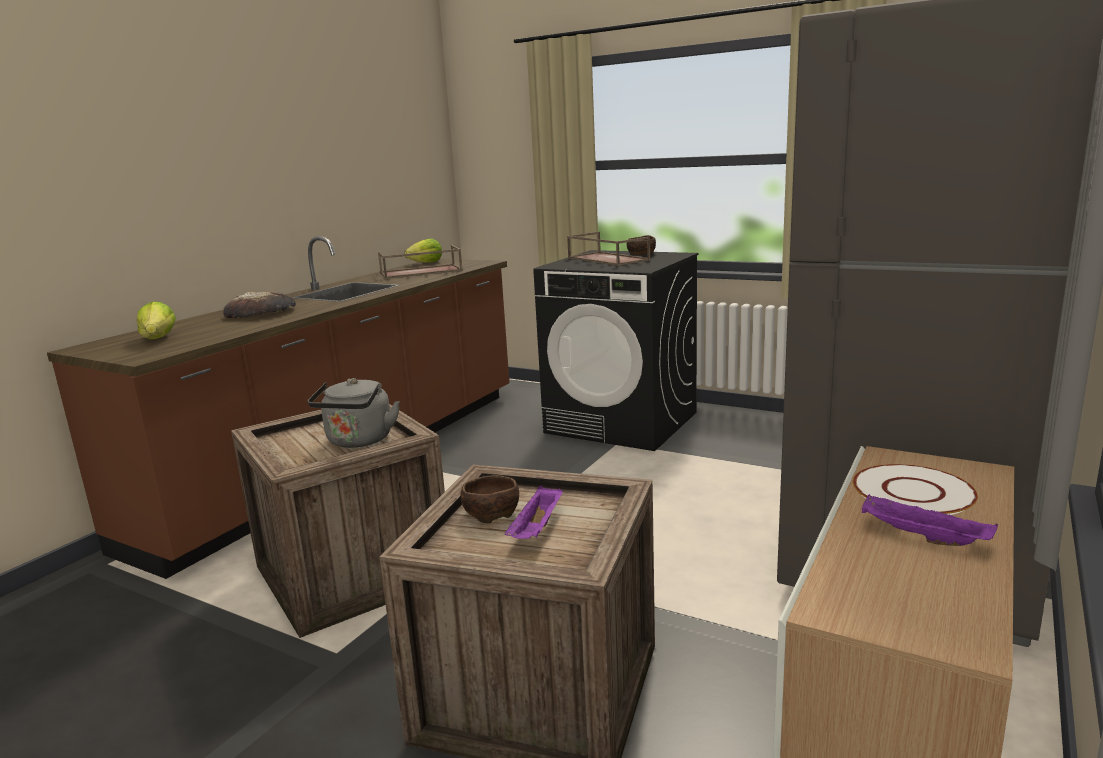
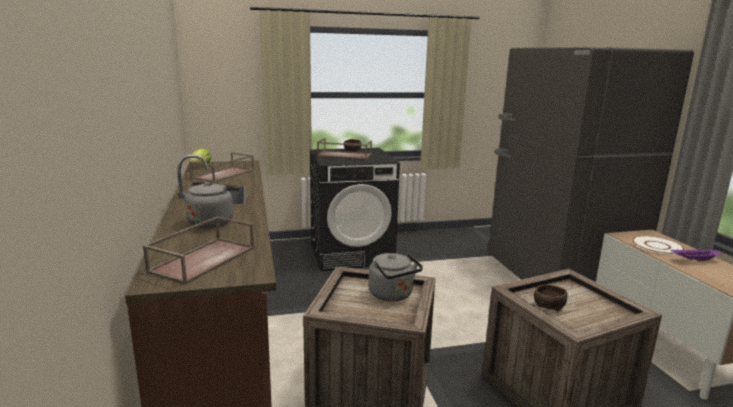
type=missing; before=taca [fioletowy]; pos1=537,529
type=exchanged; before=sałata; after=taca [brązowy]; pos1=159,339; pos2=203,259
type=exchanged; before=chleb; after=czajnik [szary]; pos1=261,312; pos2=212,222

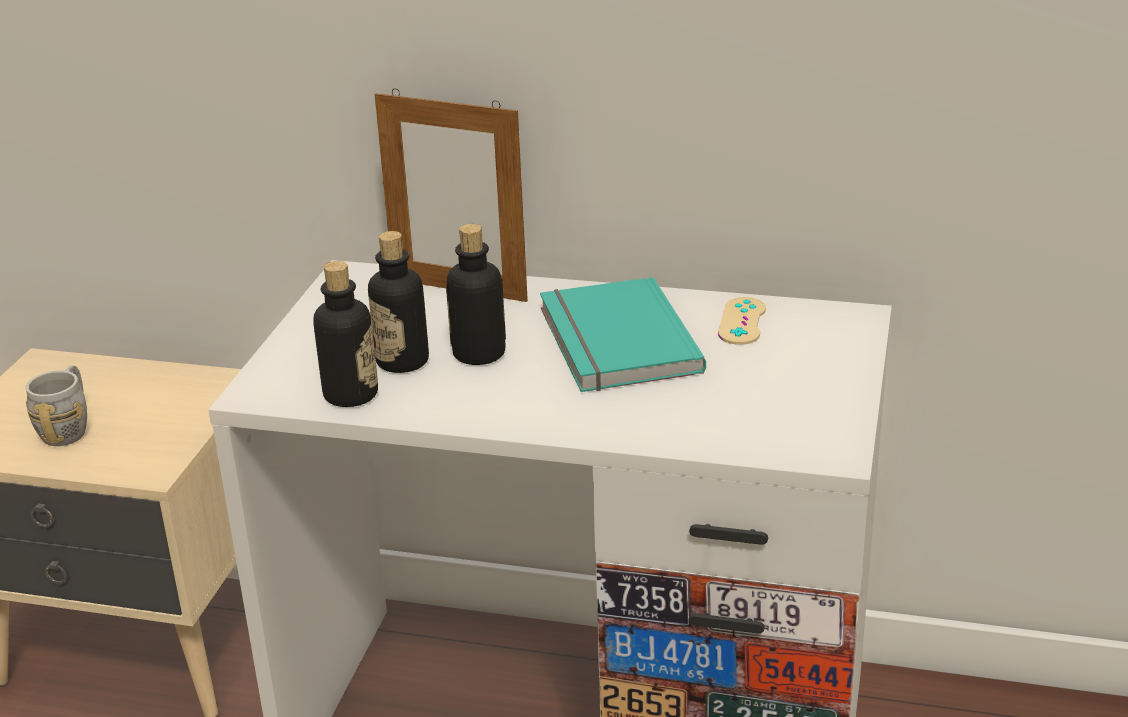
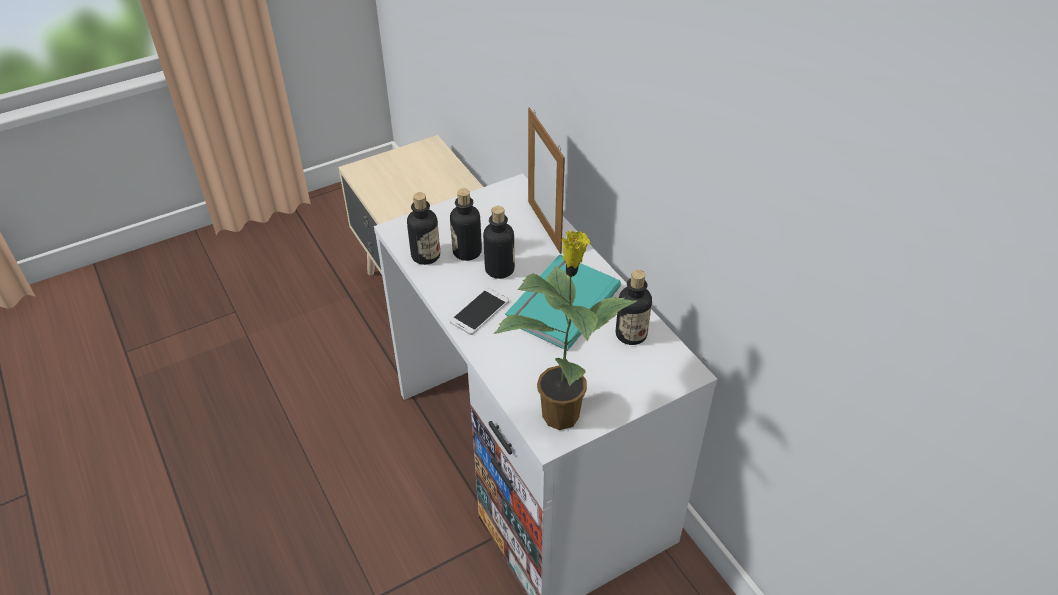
type=missing; before=kubek [szary]; pos1=69,428
type=appeared; after=telefon; pos2=479,311
type=appeared; after=roślina doniczkowa; pos2=562,413
type=exchanged; before=pad do gier [beżowy]; after=butelka; pos1=742,321; pos2=631,334

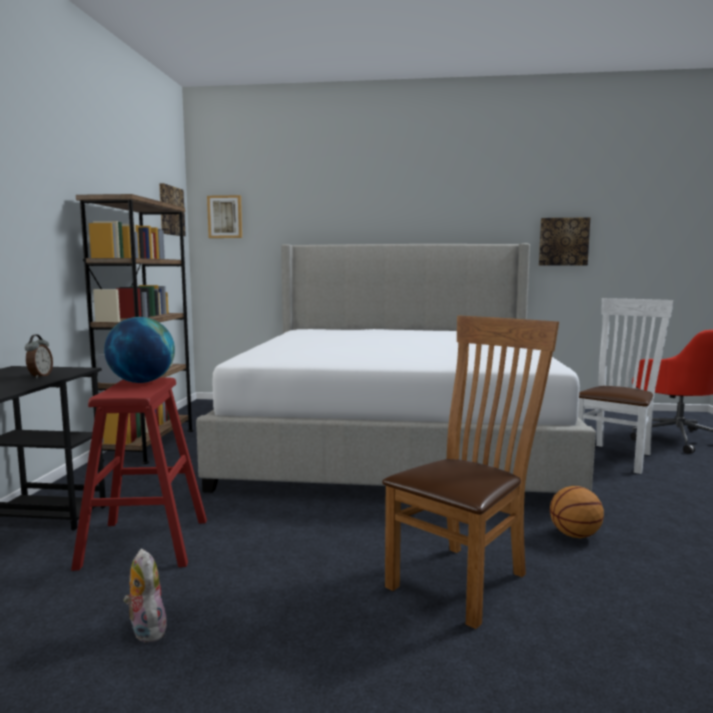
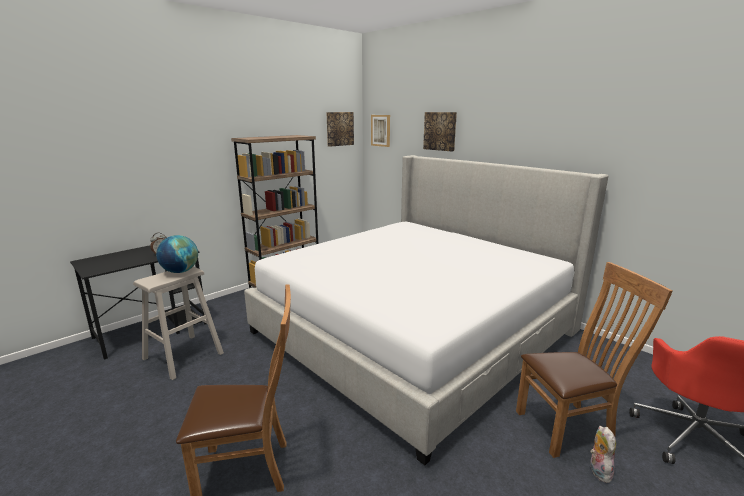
type=missing; before=piłka do koszykówki; pos1=574,535
type=relocated; before=pluszak; pos1=145,630; pos2=598,470
type=relocated; before=obraz; pos1=563,241; pos2=440,131
type=colour; before=stołek [czerwony]; after=stołek [beżowy]; pos1=145,543; pos2=183,356
type=colour; before=krzesło [biały]; after=krzesło [brązowy]; pos1=616,456; pos2=569,426

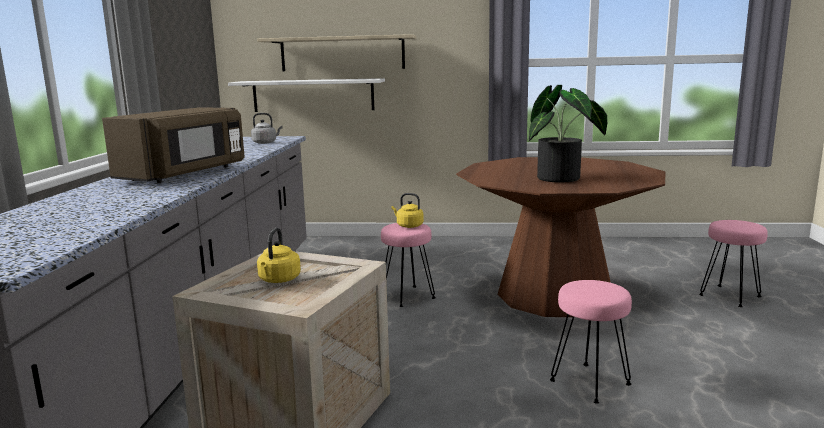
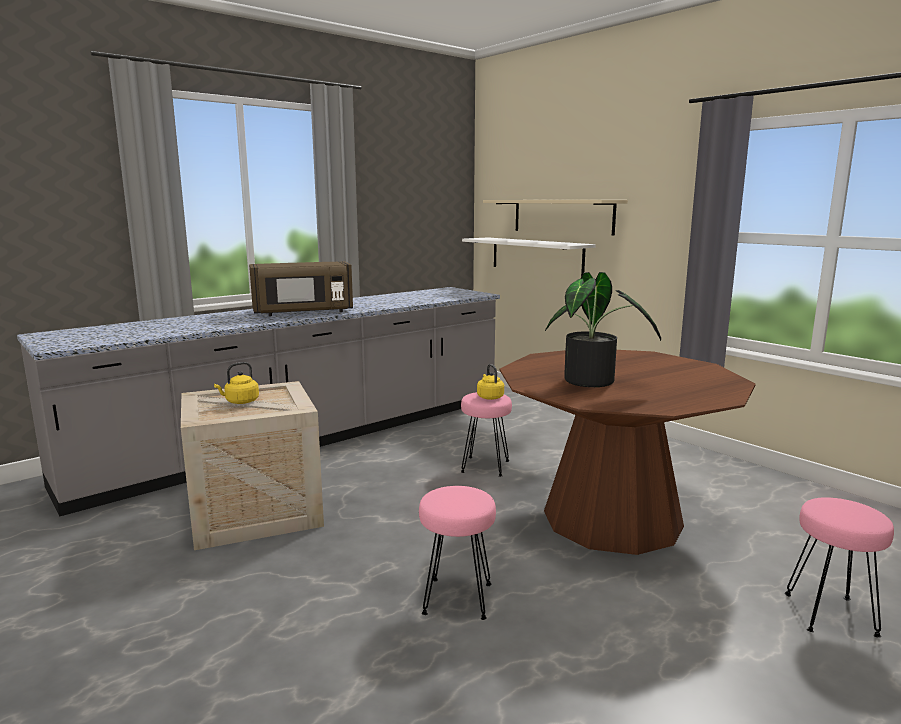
type=missing; before=czajnik [szary]; pos1=265,142

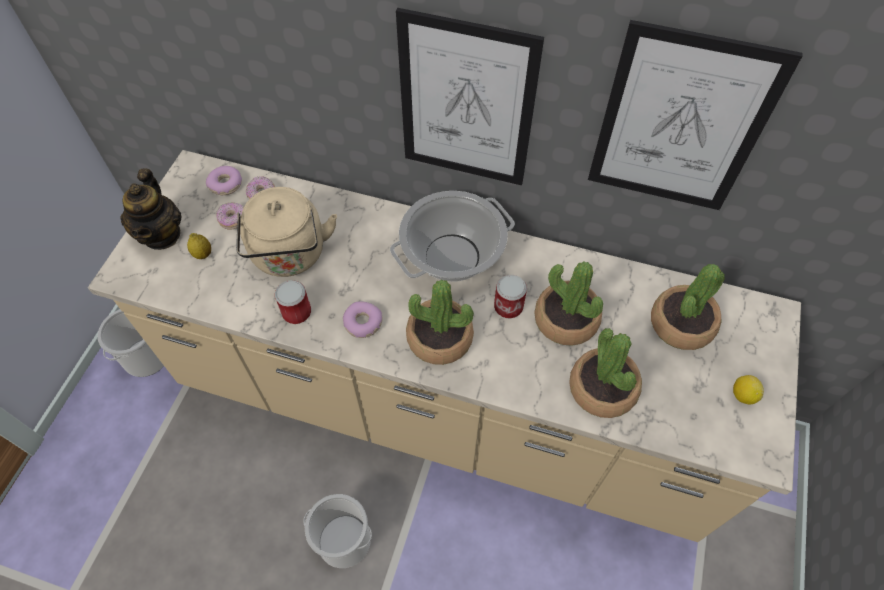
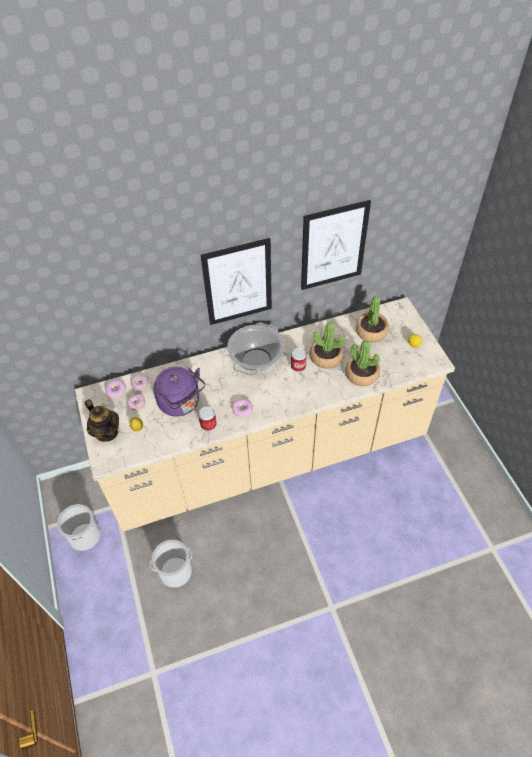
type=missing; before=roślina doniczkowa; pos1=439,338
type=relocated; before=wiadro; pos1=345,540; pos2=176,571
type=colour; before=czajnik [beżowy]; after=czajnik [fioletowy]; pos1=290,256; pos2=181,403

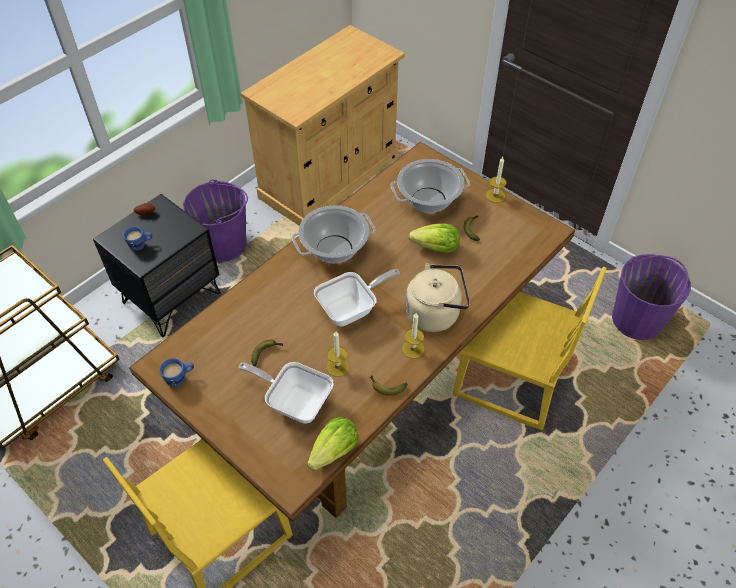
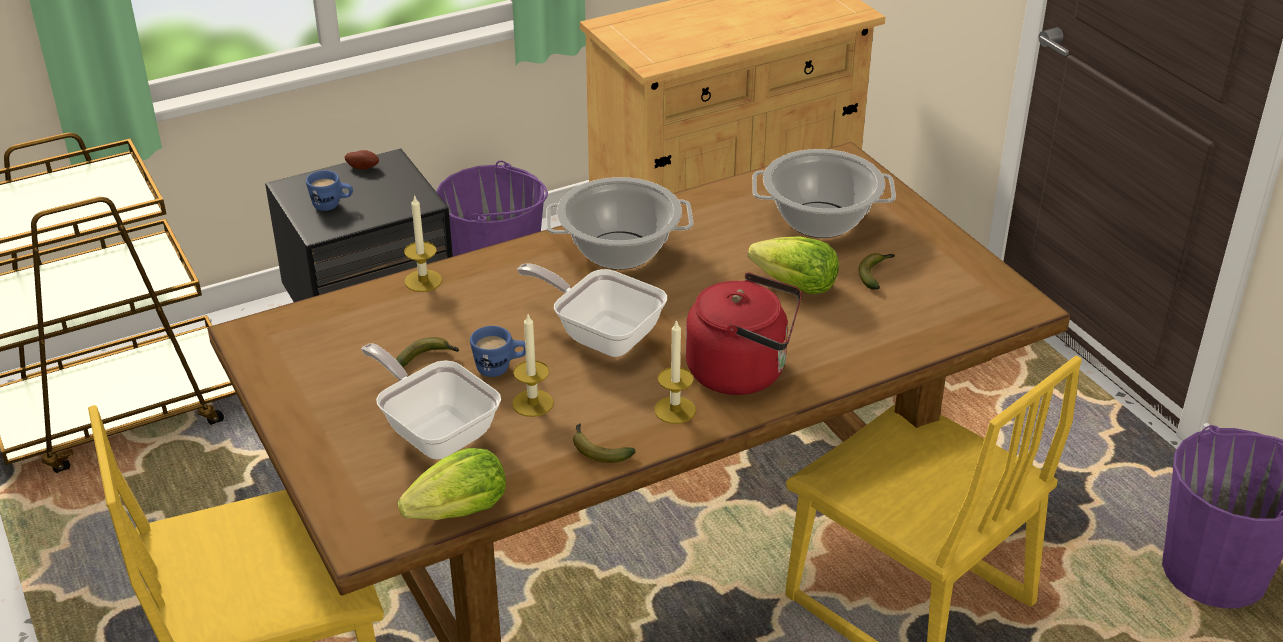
type=relocated; before=kubek [niebieski]; pos1=180,378; pos2=500,368
type=relocated; before=świeca; pos1=495,196; pos2=423,281
type=colour; before=czajnik [beżowy]; after=czajnik [czerwony]; pos1=435,313; pos2=743,372
type=spun; before=patelnia; pos1=352,309; pos2=601,334; turn=-135

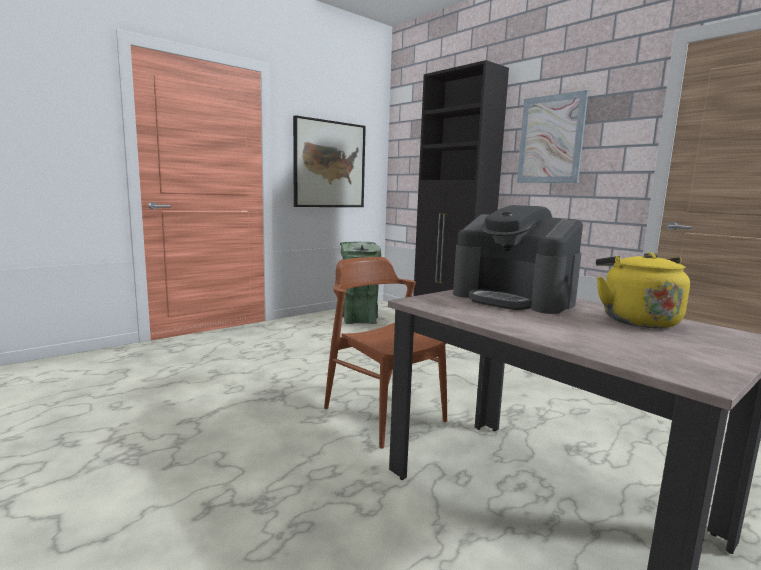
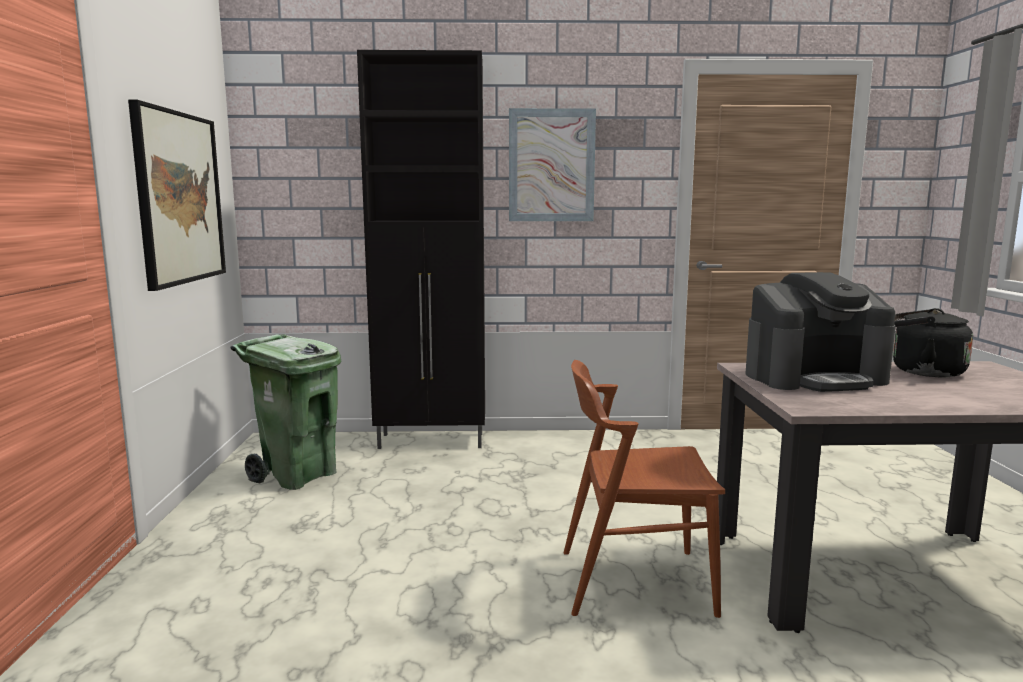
type=colour; before=czajnik [żółty]; after=czajnik [czarny]; pos1=635,320; pos2=922,372

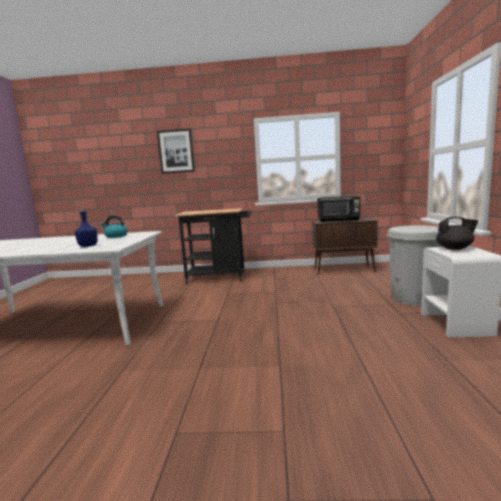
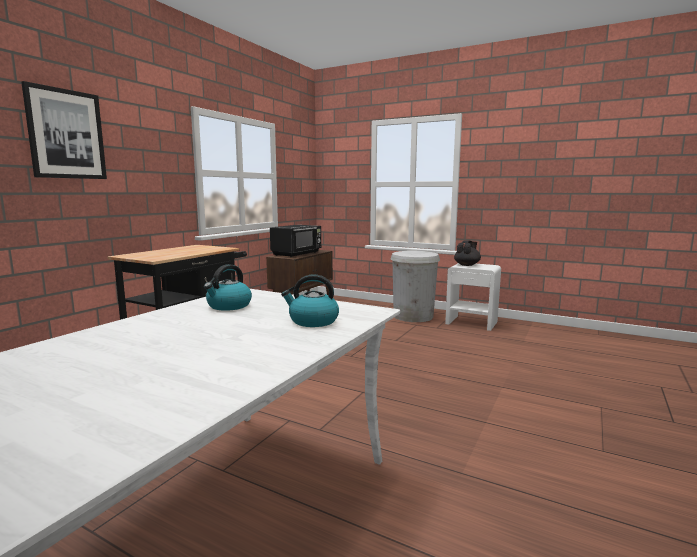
type=exchanged; before=butelka [niebieski]; after=czajnik; pos1=87,246; pos2=312,321

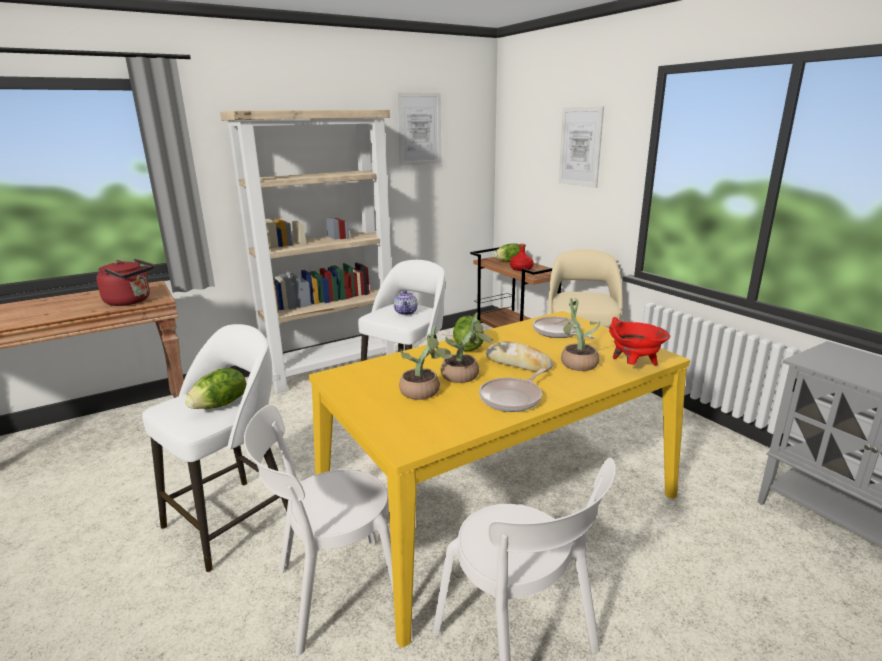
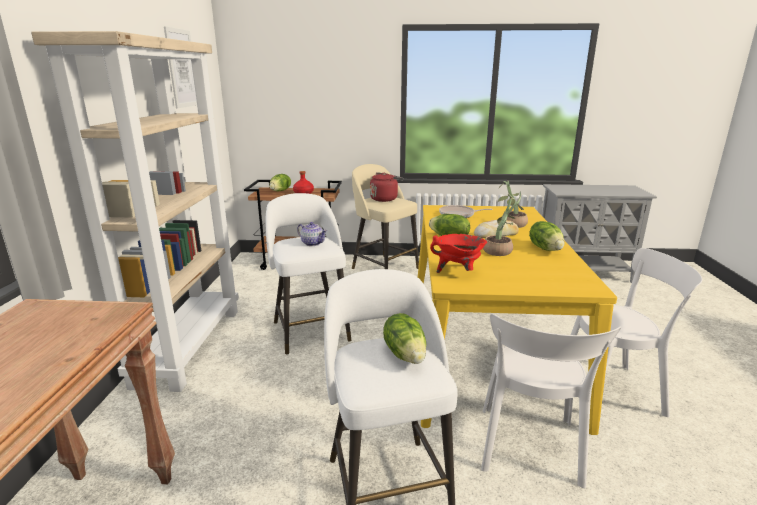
type=missing; before=roślina doniczkowa; pos1=424,393
type=missing; before=obraz; pos1=580,147
type=relocated; before=czajnik [czerwony]; pos1=131,301; pos2=385,199
type=relocated; before=garnek [czerwony]; pos1=634,366; pos2=458,272
type=exchanged; before=patelnia; after=sałata; pos1=513,398; pos2=546,248

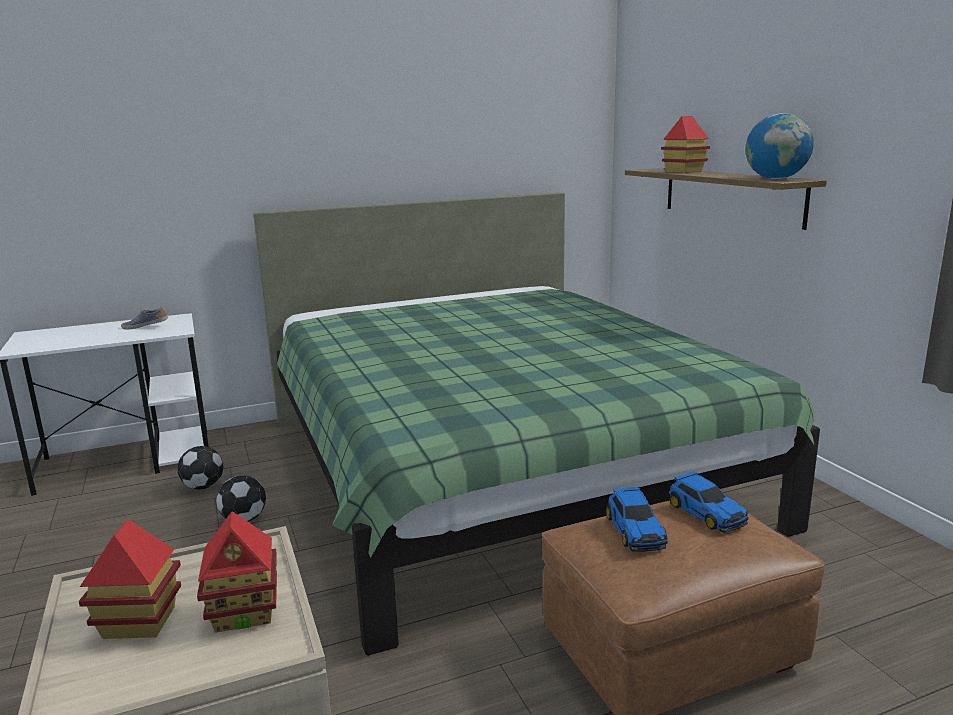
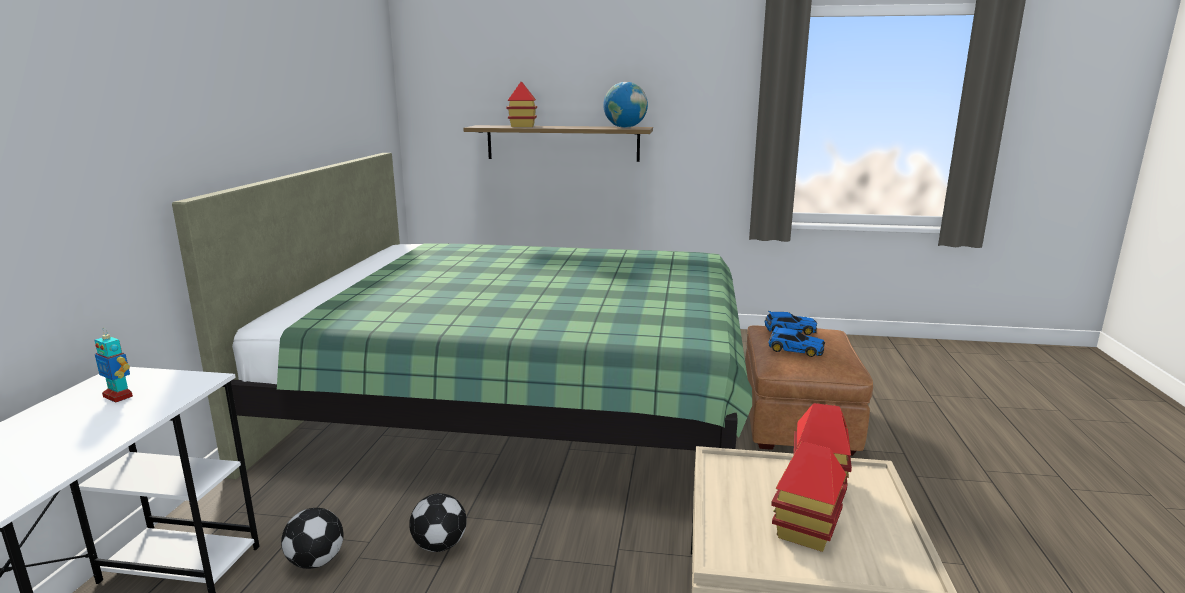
type=exchanged; before=but; after=robot zabawkowy; pos1=146,327; pos2=119,396

